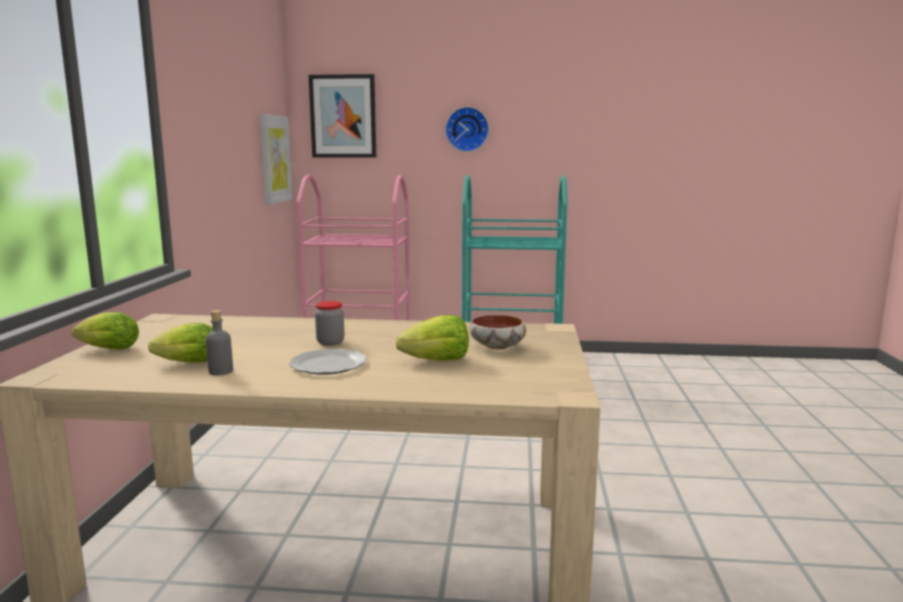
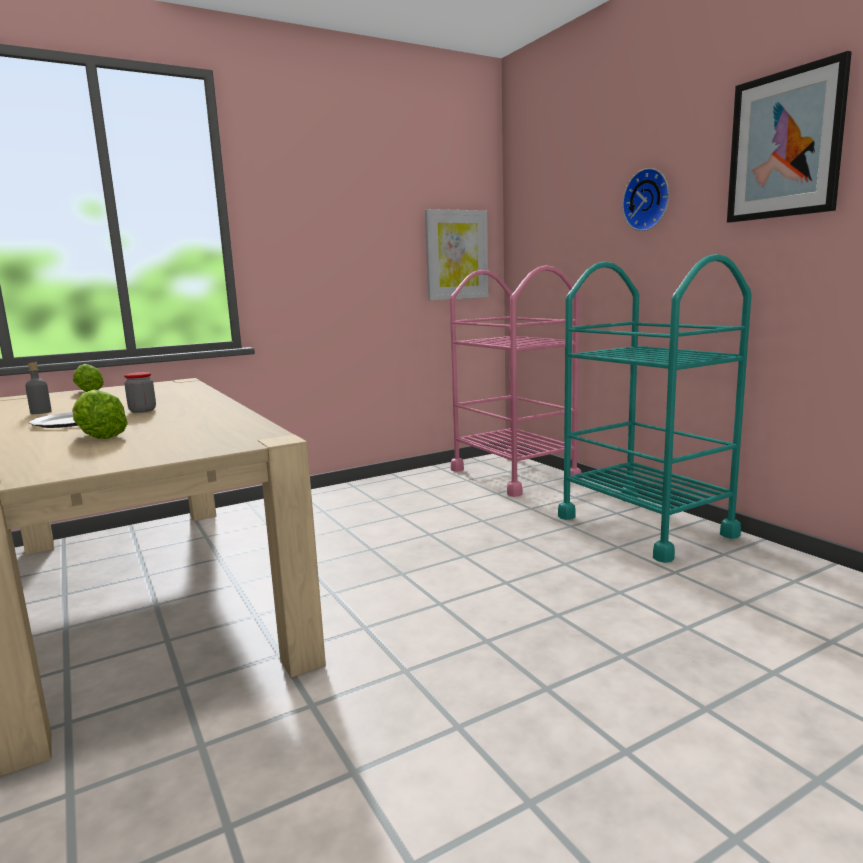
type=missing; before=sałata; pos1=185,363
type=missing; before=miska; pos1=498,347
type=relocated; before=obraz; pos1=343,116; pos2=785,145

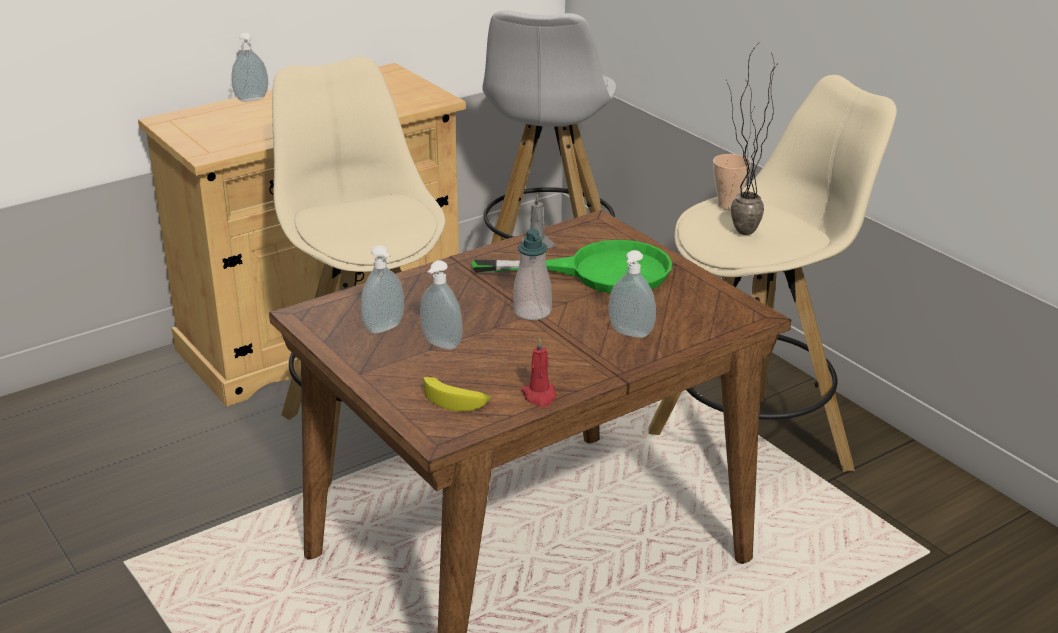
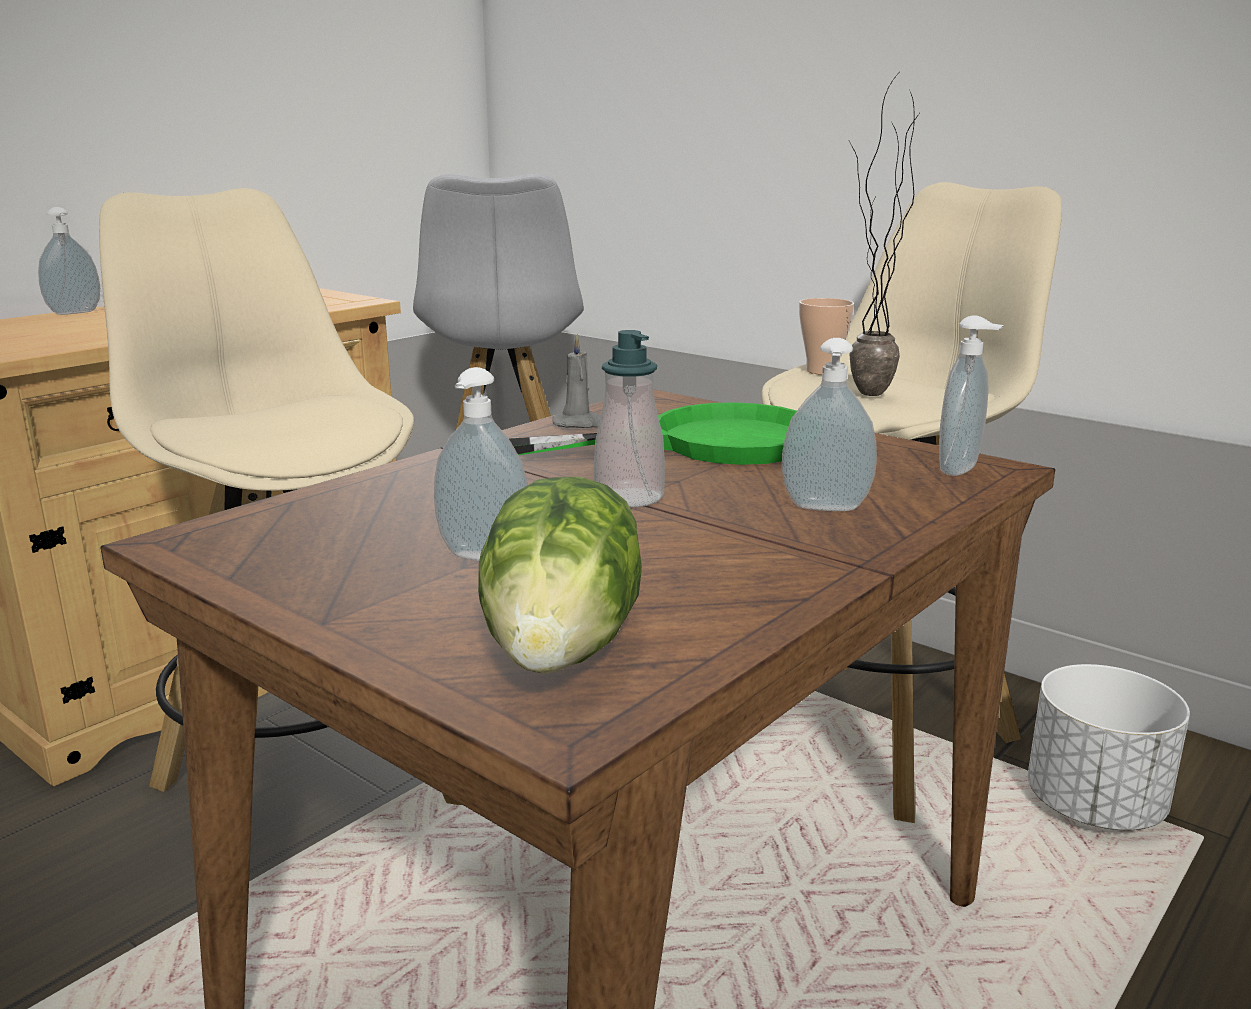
type=missing; before=świeca [czerwony]; pos1=539,396
type=appeared; after=donica [biały]; pos2=1095,806
type=relocated; before=dozownik mydła; pos1=385,329; pos2=962,470
type=exchanged; before=banan; after=sałata; pos1=456,400; pos2=566,645

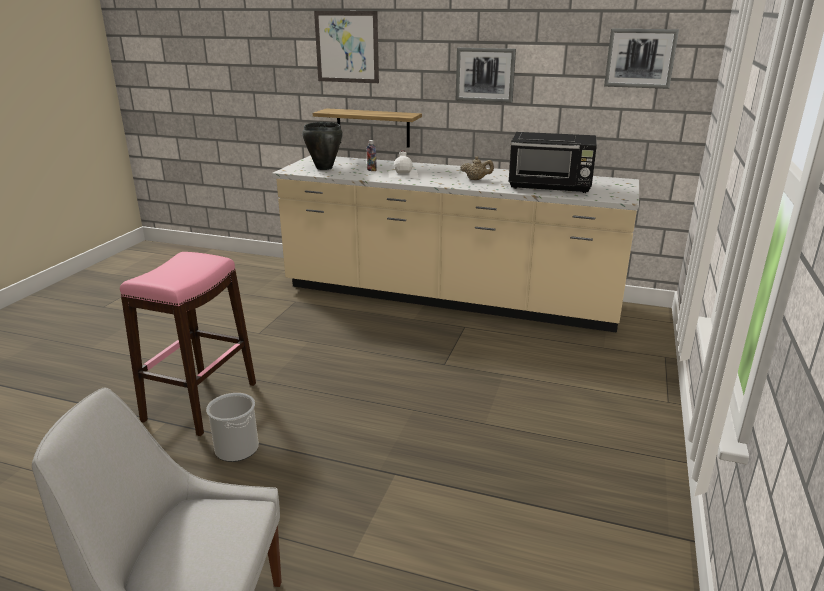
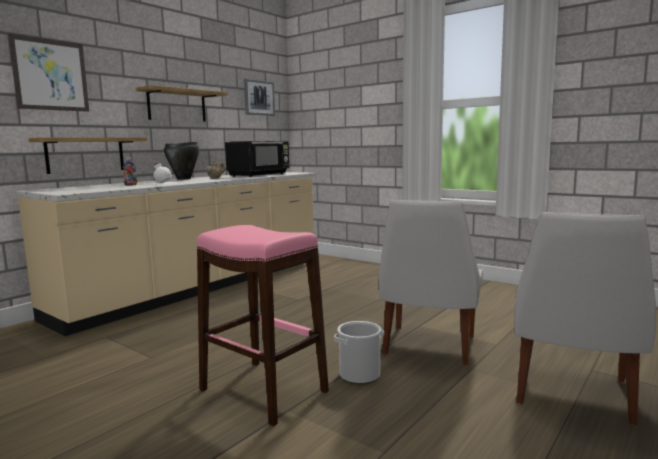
type=appeared; after=krzesło [biały]; pos2=428,347
type=relocated; before=garnek [czarny]; pos1=324,168; pos2=184,179
type=exchanged; before=obraz; after=półka; pos1=485,75; pos2=177,106

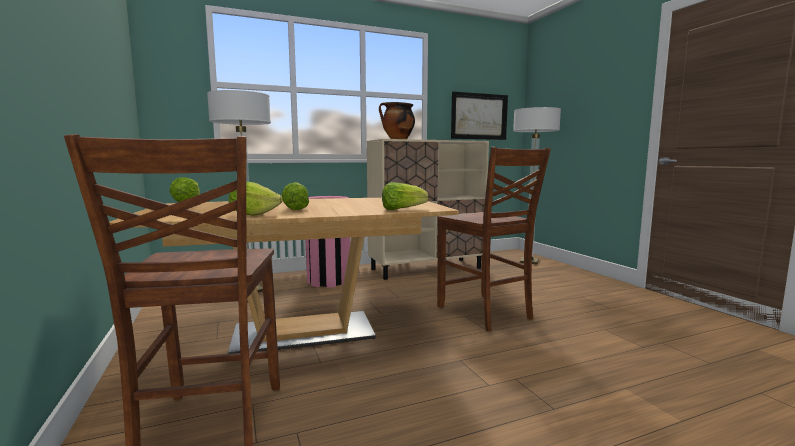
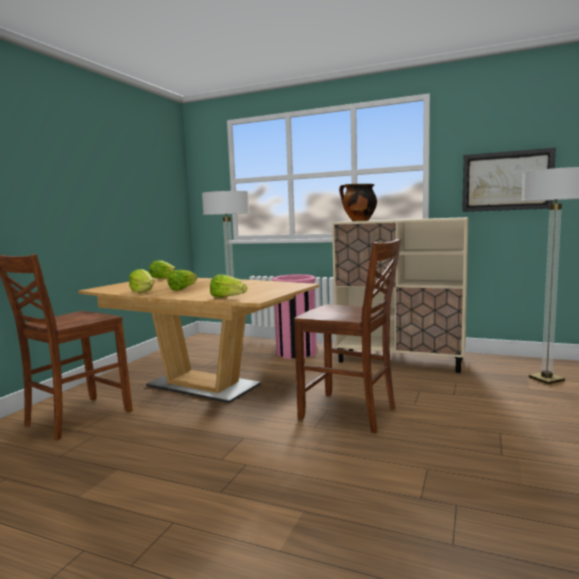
type=spun; before=krzesło [brązowy]; pos1=485,313; pos2=350,413; turn=-75

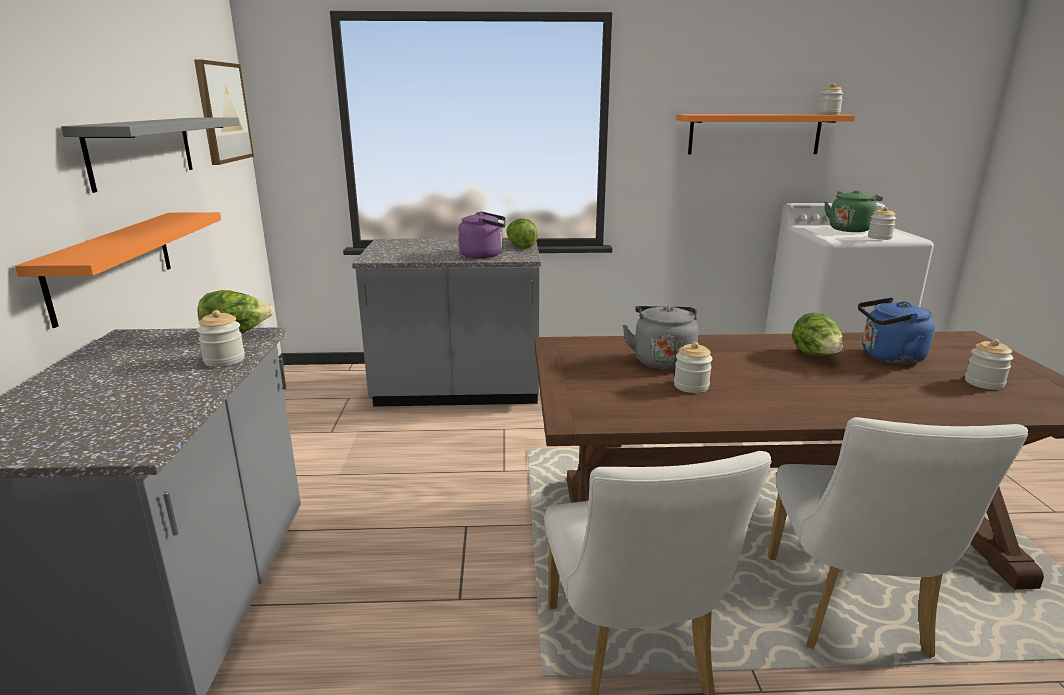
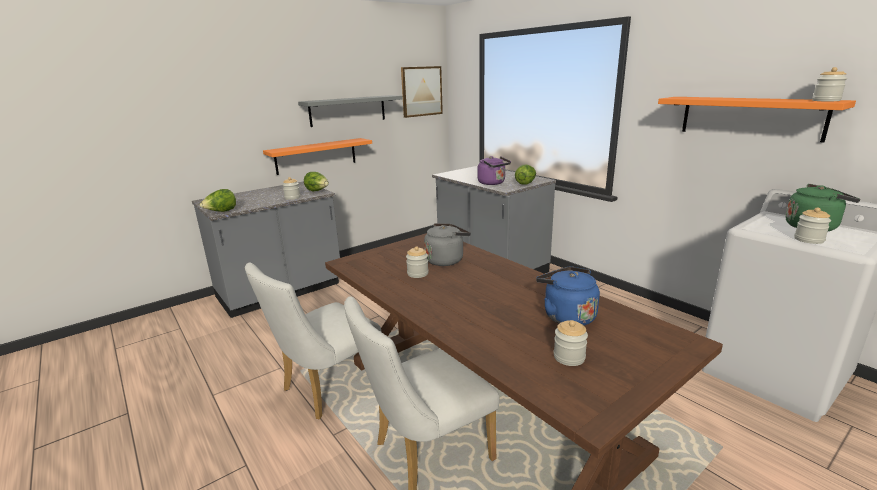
type=relocated; before=sałata; pos1=815,356; pos2=221,212

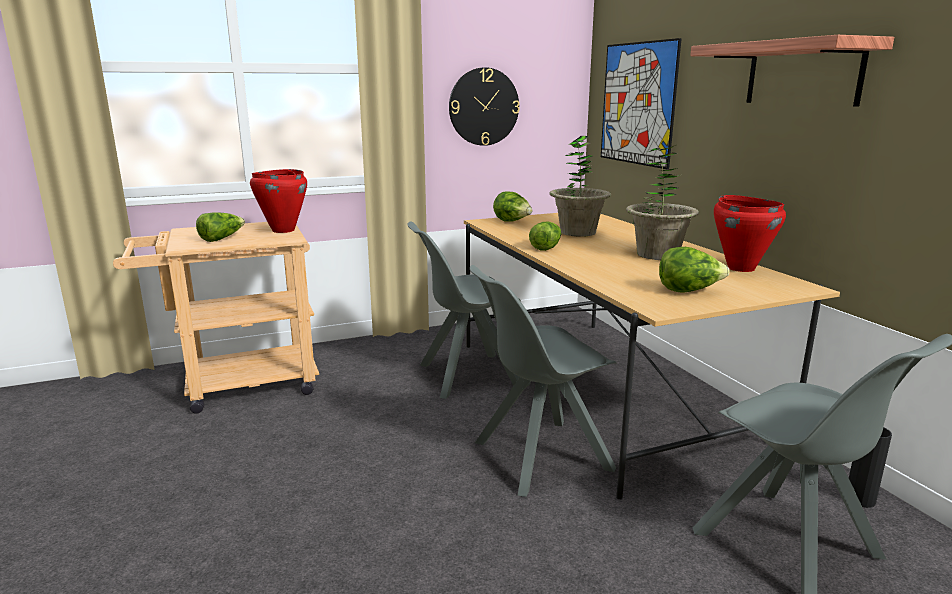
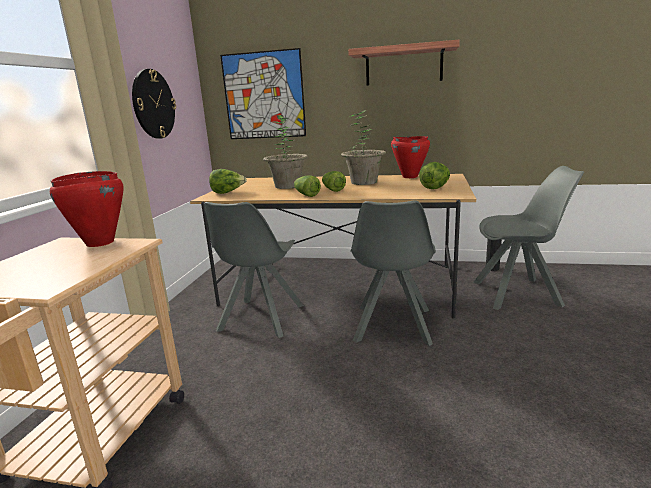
type=relocated; before=sałata; pos1=221,238; pos2=332,190

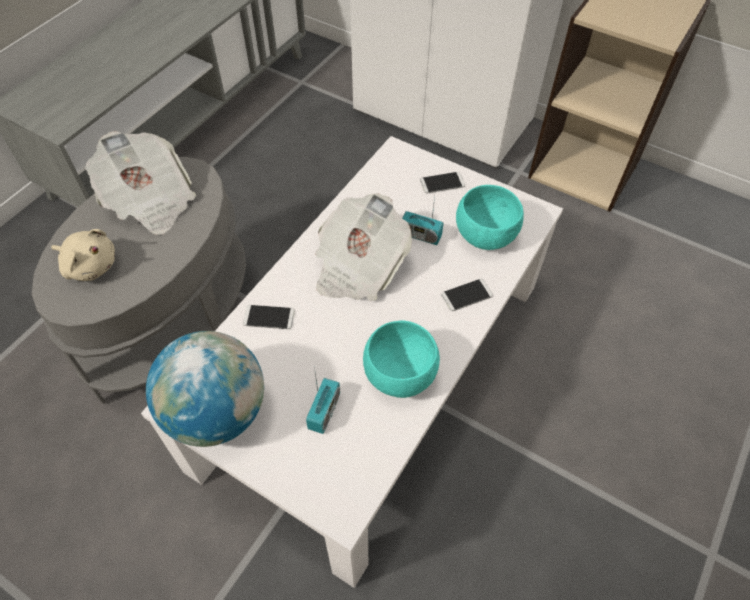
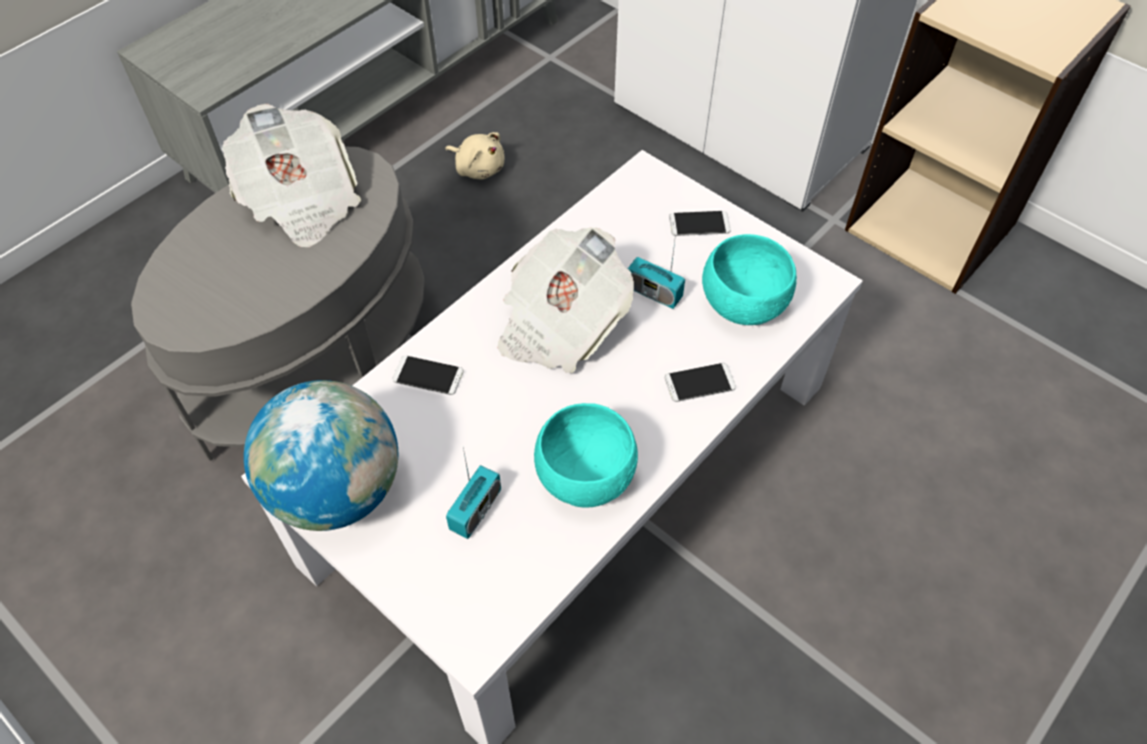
type=relocated; before=pluszak [beżowy]; pos1=90,265; pos2=478,168

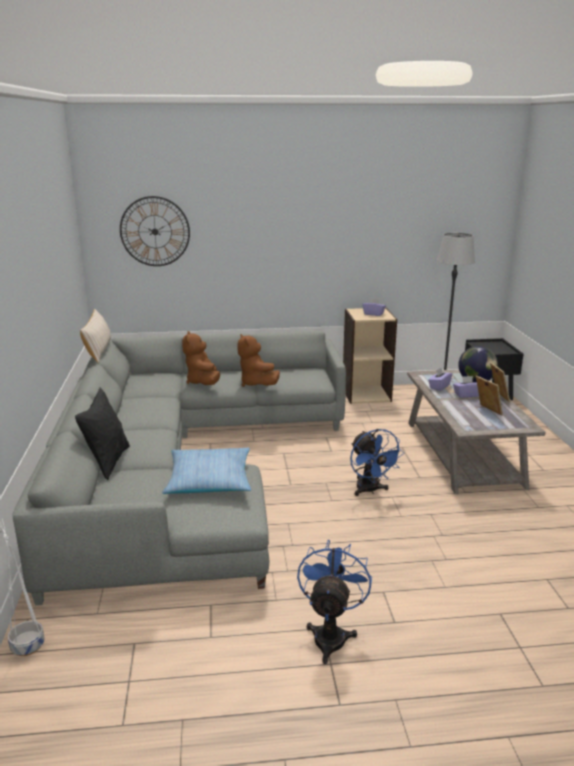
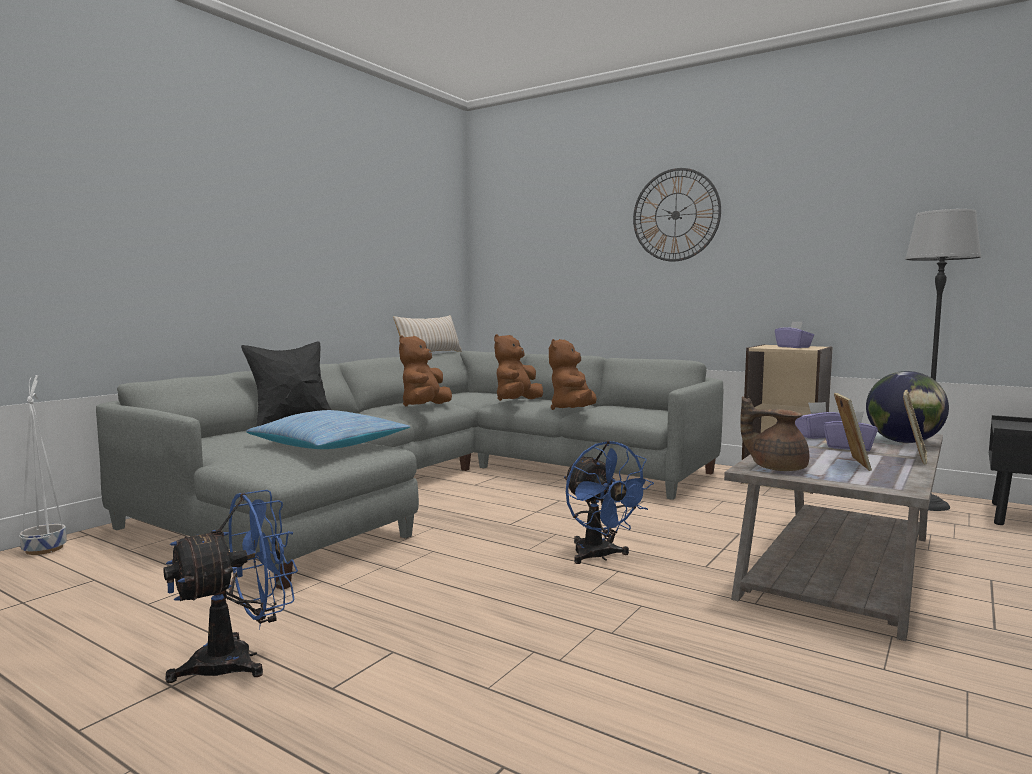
type=appeared; after=pluszak [brązowy]; pos2=425,407
type=appeared; after=imbryk [brązowy]; pos2=776,468
type=relocated; before=zegar ścienny; pos1=155,231; pos2=675,215
type=spun; before=wentylator [niebieski]; pos1=370,490; pos2=599,556; turn=-45

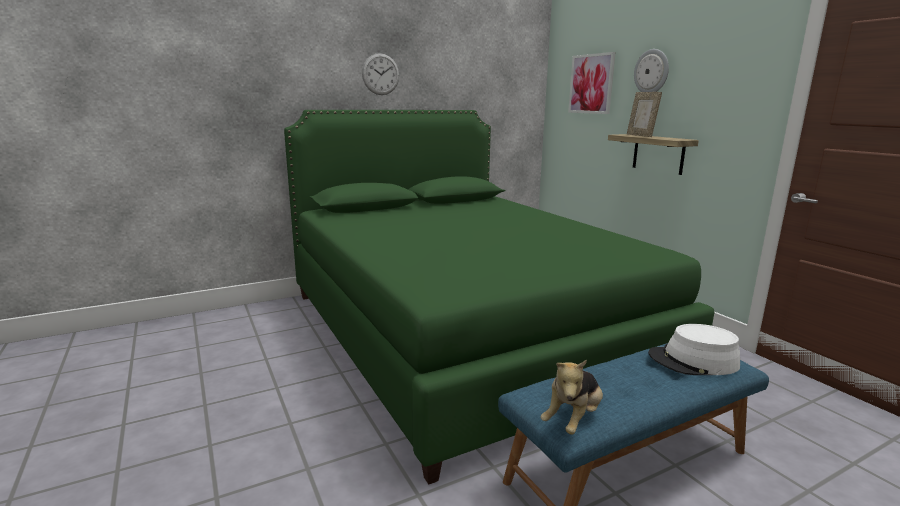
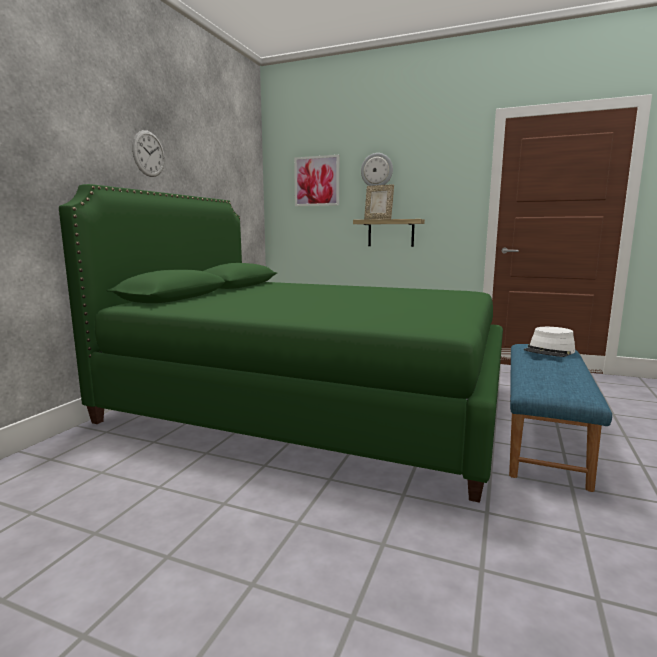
type=missing; before=pluszak; pos1=573,419

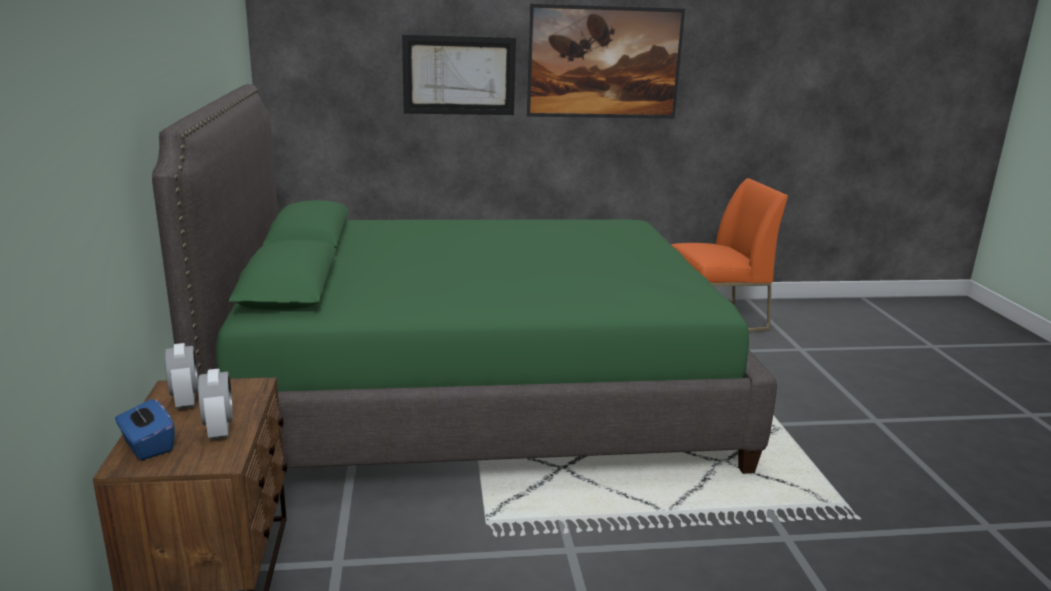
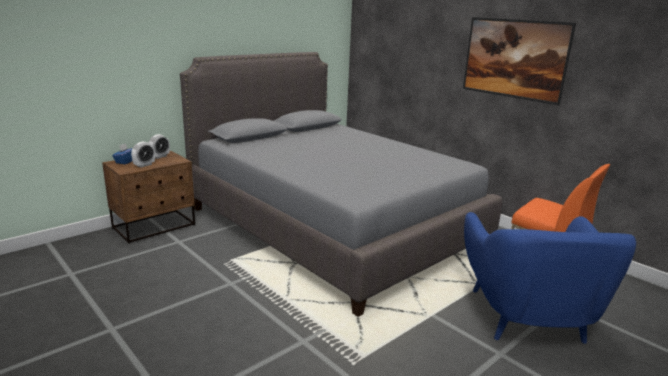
type=missing; before=obraz; pos1=459,75
type=appeared; after=fotel [niebieski]; pos2=526,317
type=colour; before=łóżko [zielony]; after=łóżko [szary]; pos1=475,394; pos2=332,226

